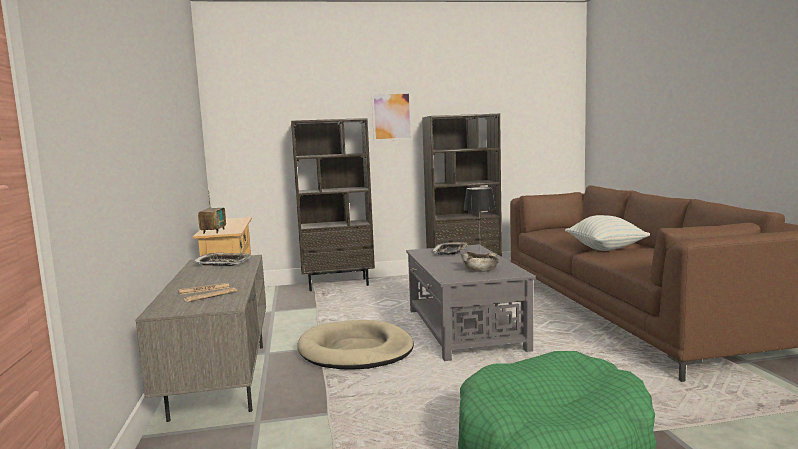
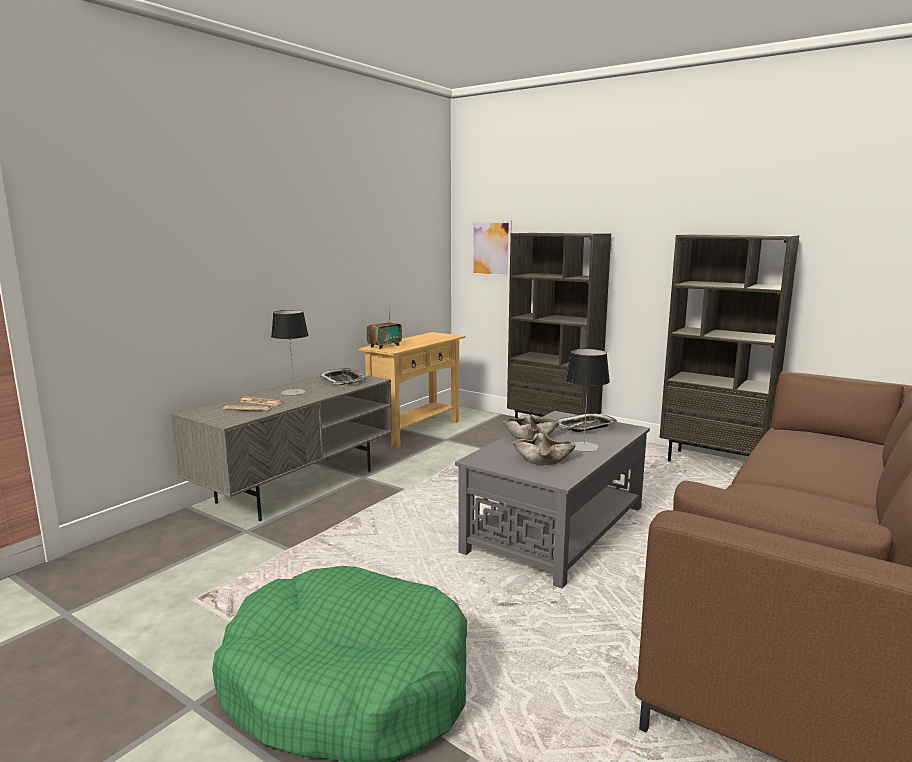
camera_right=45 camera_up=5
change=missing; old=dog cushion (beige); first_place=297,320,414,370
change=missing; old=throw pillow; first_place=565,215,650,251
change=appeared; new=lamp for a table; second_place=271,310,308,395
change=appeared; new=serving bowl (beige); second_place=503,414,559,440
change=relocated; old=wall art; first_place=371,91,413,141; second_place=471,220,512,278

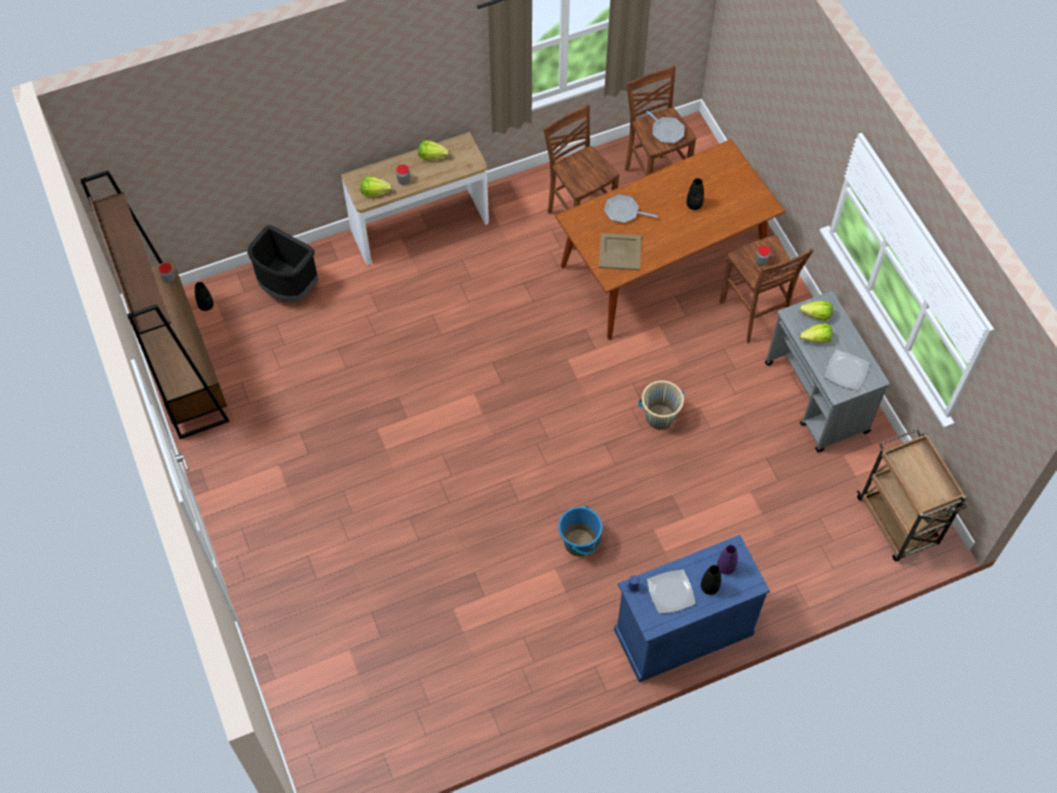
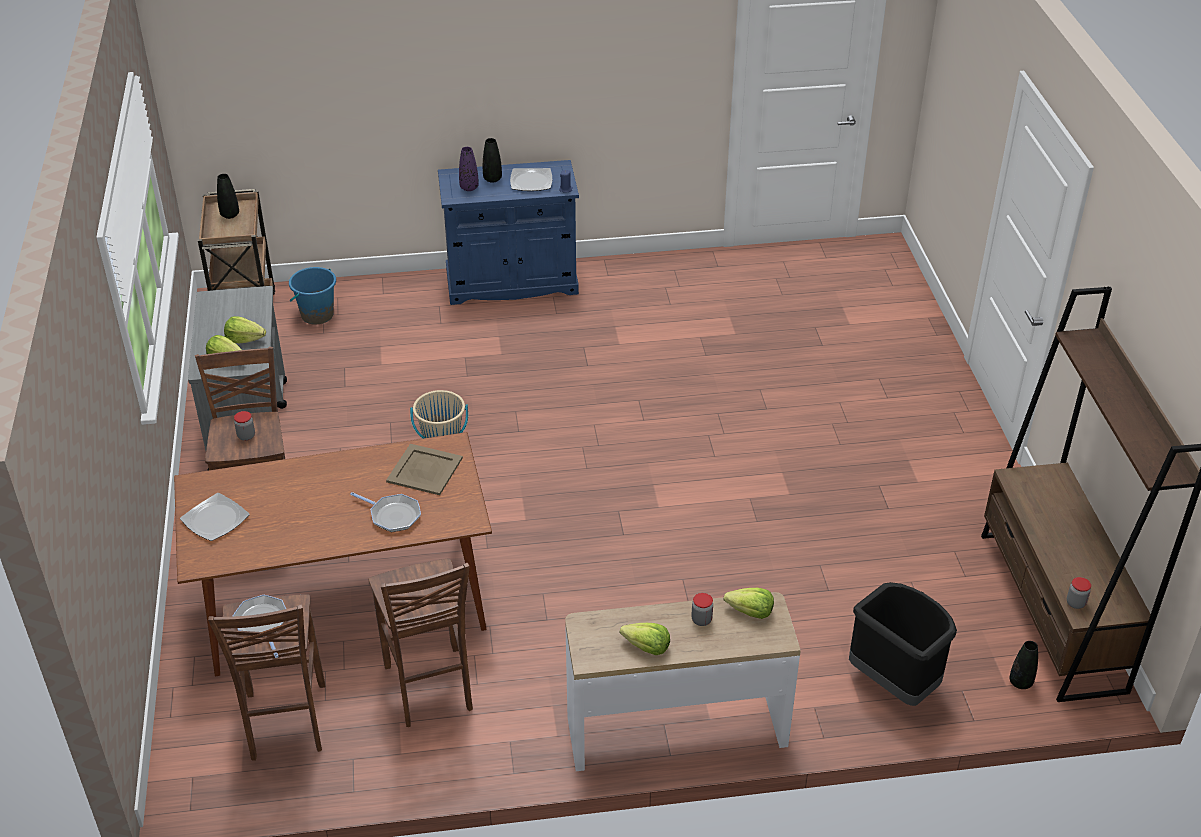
camera_right=-165 camera_up=-20
change=relocated; old=pail (bluish); first_place=558,505,603,556; second_place=289,267,336,324
change=relocated; old=decorative vase (black); first_place=686,178,704,210; second_place=217,174,239,219
change=relocated; old=dinner plate; first_place=824,350,869,390; second_place=180,493,250,541

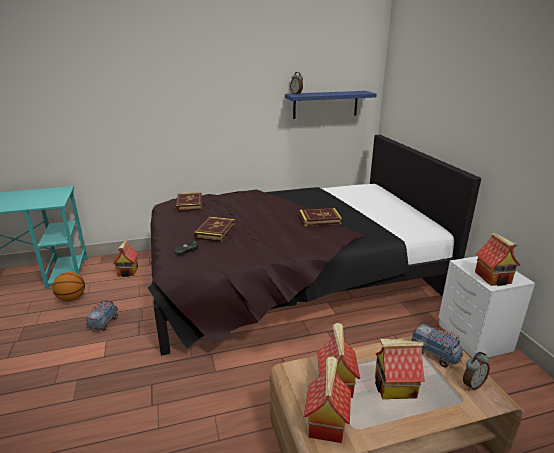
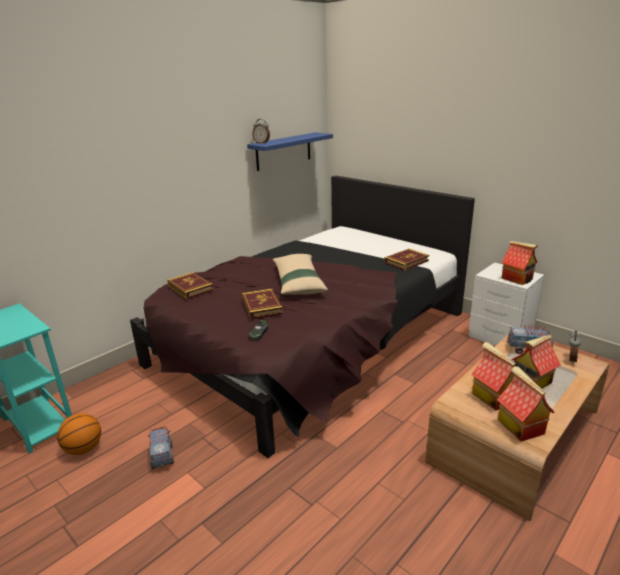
camera_right=-30 camera_up=0
change=missing; old=miniature house; first_place=113,240,139,277
change=appeared; new=throw pillow (beige); second_place=272,254,328,295
change=relocated; old=volume; first_place=299,208,342,226; second_place=384,249,429,271

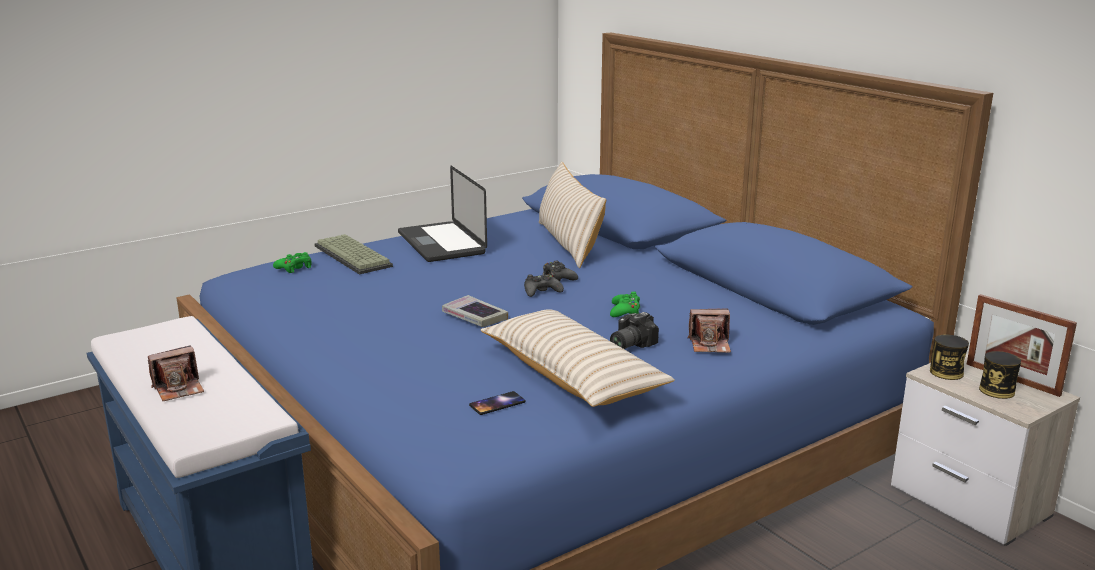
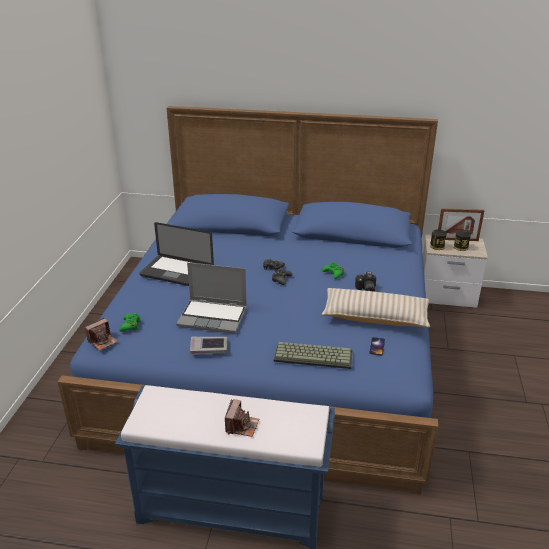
camera_right=-45 camera_up=10
change=missing; old=throw pillow (beige); first_place=539,162,606,268
change=appeared; new=portable computer; second_place=176,262,247,334
change=relocated; old=computer keyboard; first_place=314,234,393,275; second_place=274,342,353,369
change=relocated; old=volume; first_place=442,295,508,327; second_place=190,336,228,354
change=relocated; old=still camera; first_place=688,309,731,353; second_place=85,318,118,351

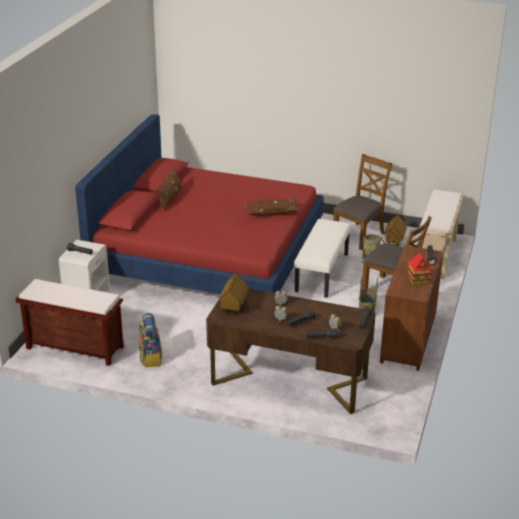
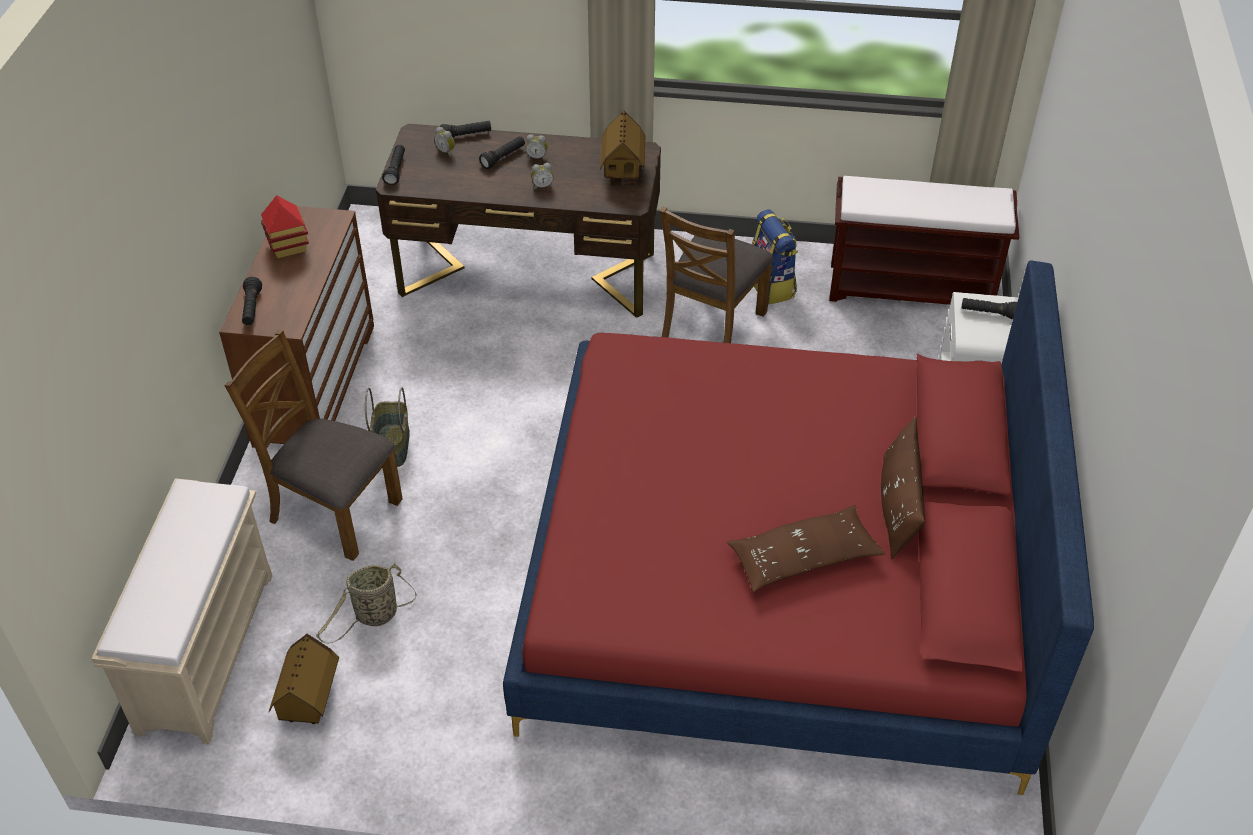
camera_right=170 camera_up=15
change=missing; old=indoor bench (whitish); first_place=294,219,351,298
change=relocated; old=throw pillow (brown-coloured); first_place=244,199,301,216; second_place=727,505,885,592
change=relocated; old=upright chair (brown-coloured); first_place=333,154,392,250; second_place=660,206,774,343

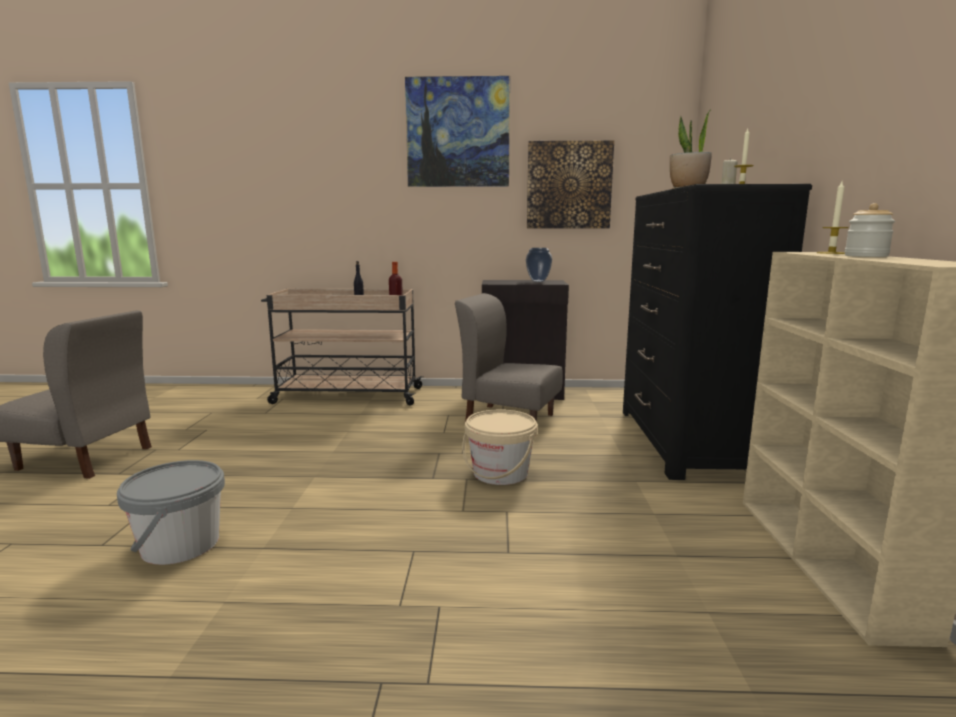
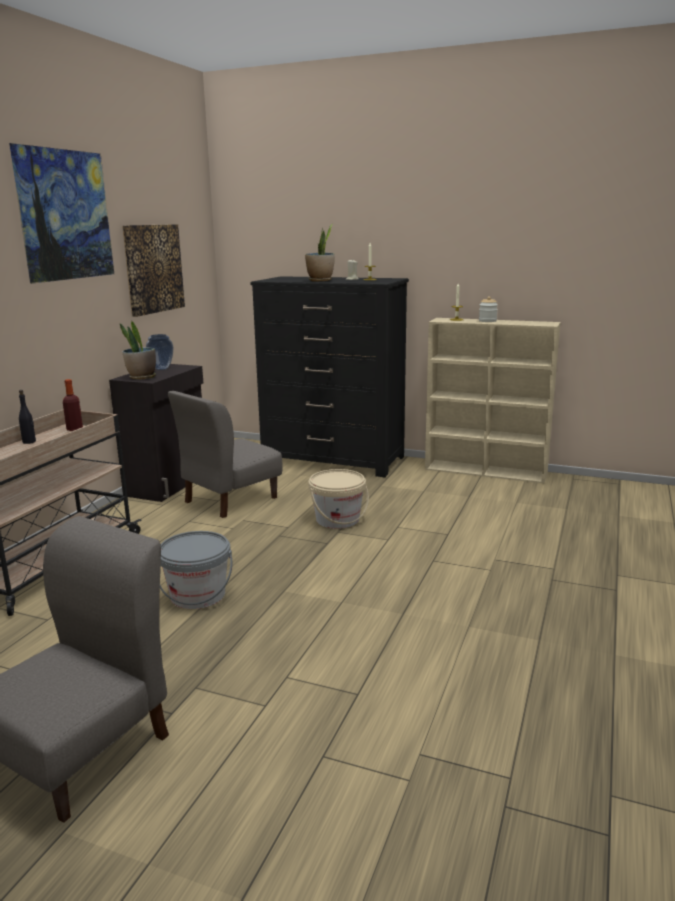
camera_right=-70 camera_up=5
change=appeared; new=potted plant; second_place=120,321,156,379
change=relocated; old=pail (grey); first_place=117,460,225,565; second_place=160,531,232,609

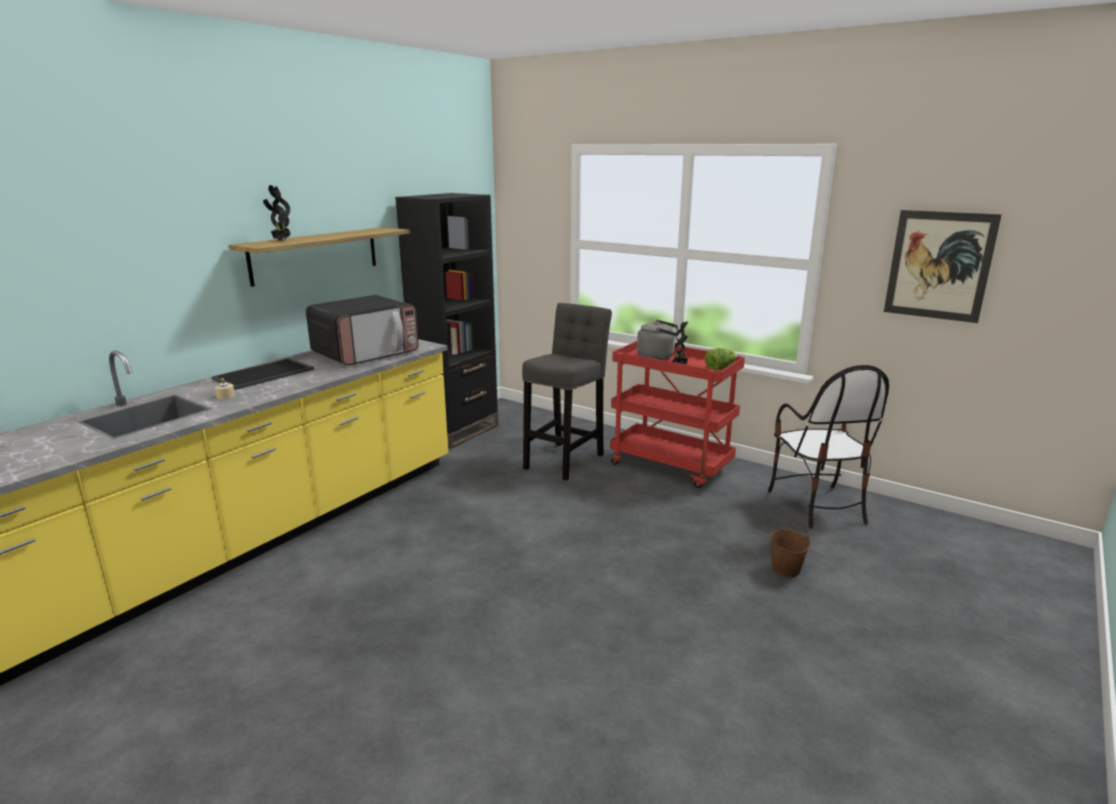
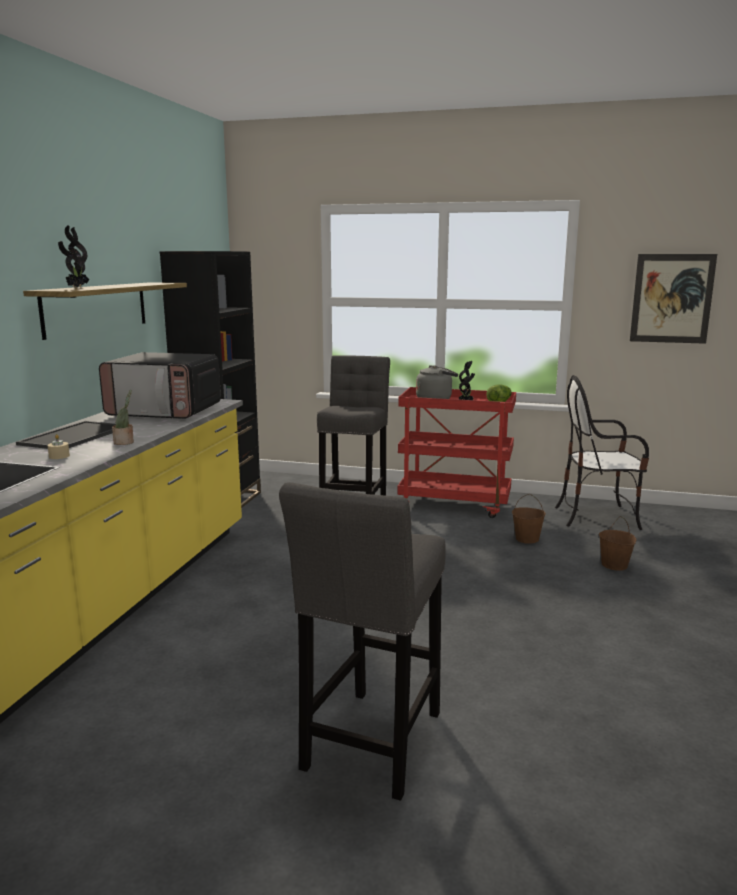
camera_right=-20 camera_up=-5
change=appeared; new=potted plant; second_place=112,390,134,445
change=appeared; new=stool (grey); second_place=279,482,446,801
change=appeared; new=pail (brown-coloured); second_place=512,494,546,544
change=spun; old=kitchen microwave; first_place=306,295,419,366; second_place=99,352,221,419; degrees=75
change=spun; old=upright chair; first_place=768,365,889,529; second_place=555,375,649,530; degrees=120

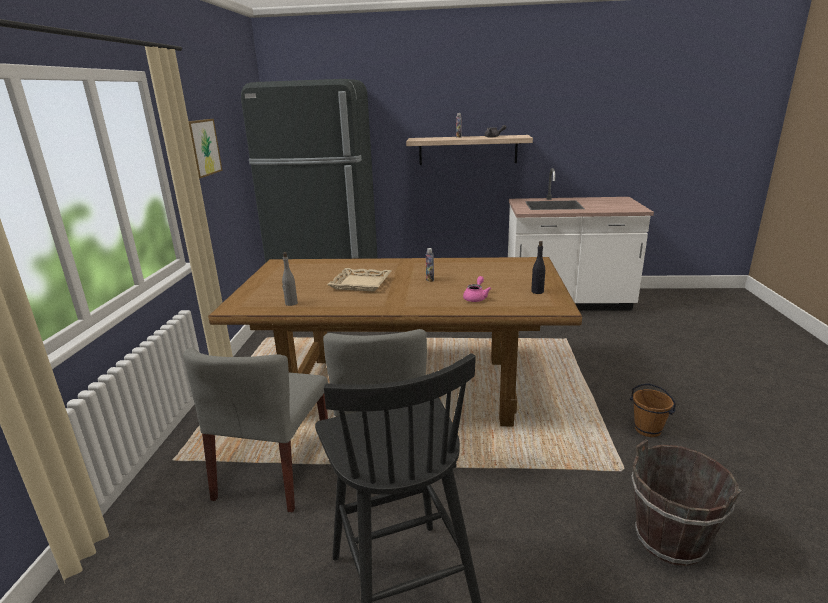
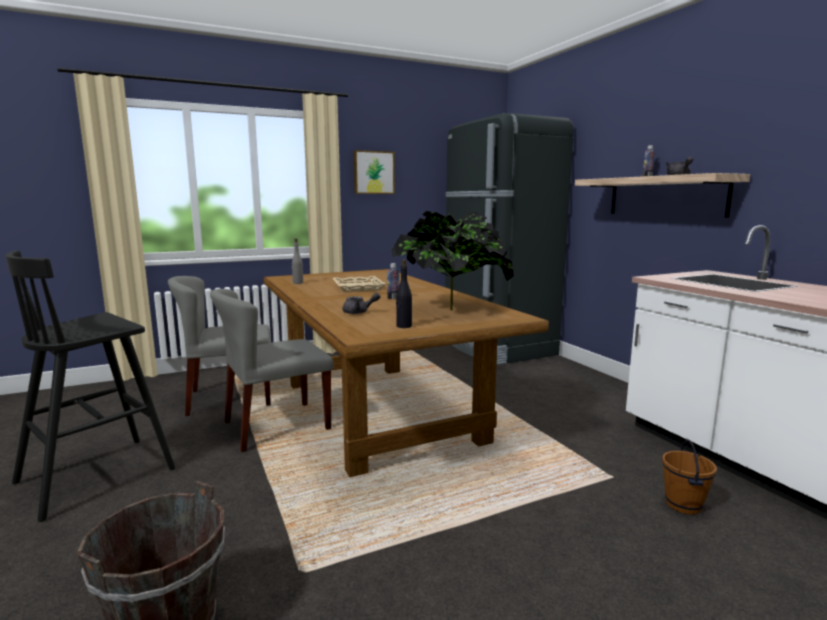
camera_right=60 camera_up=-10
change=appeared; new=potted plant; second_place=391,211,514,310
change=relocated; old=pail (brown-coloured); first_place=630,384,676,437; second_place=662,439,717,515
change=colour; old=teapot (pink-coloured); new=teapot (grey); first_place=463,276,491,302; second_place=342,293,380,314

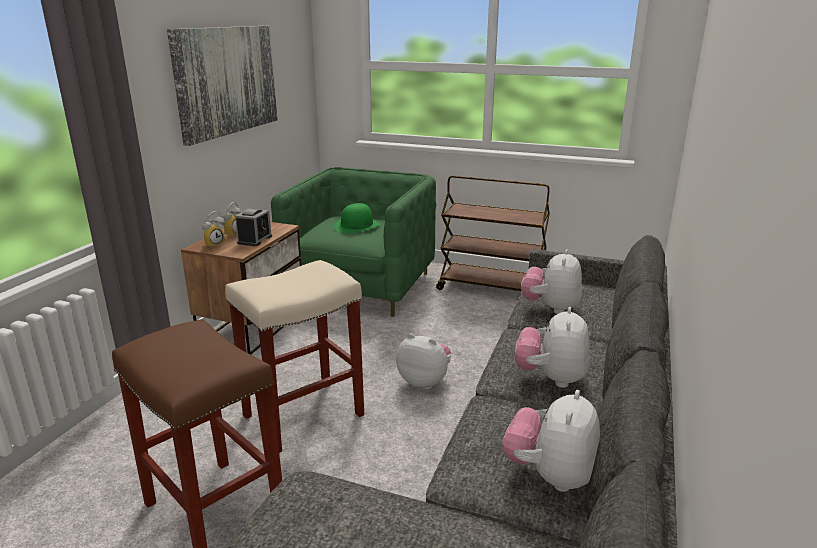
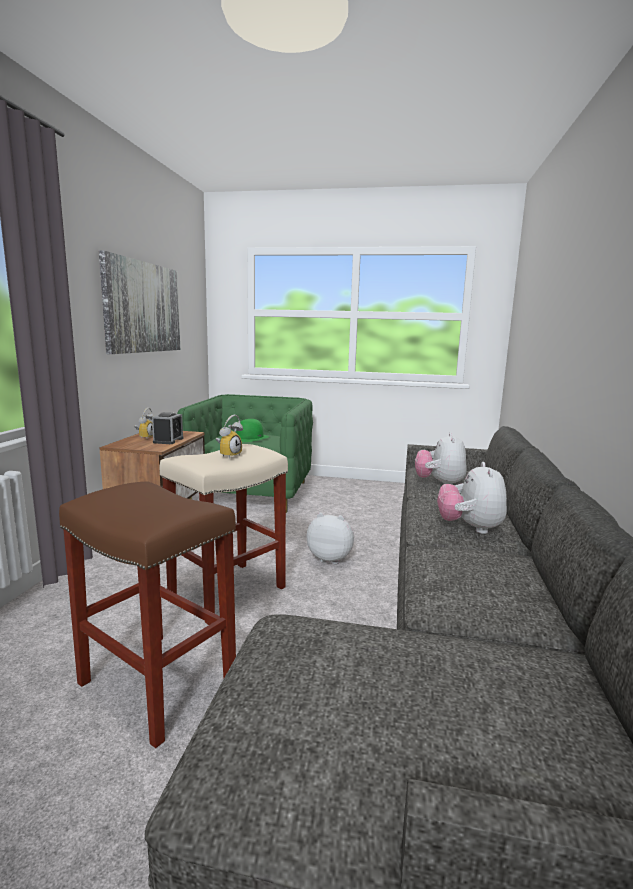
camera_right=-10 camera_up=-10
change=missing; old=wheeled cart (brown-coloured); first_place=436,175,550,291
change=missing; old=plush toy; first_place=502,390,600,492
change=relocated; old=table clock; first_place=202,211,225,248; second_place=215,415,243,459

